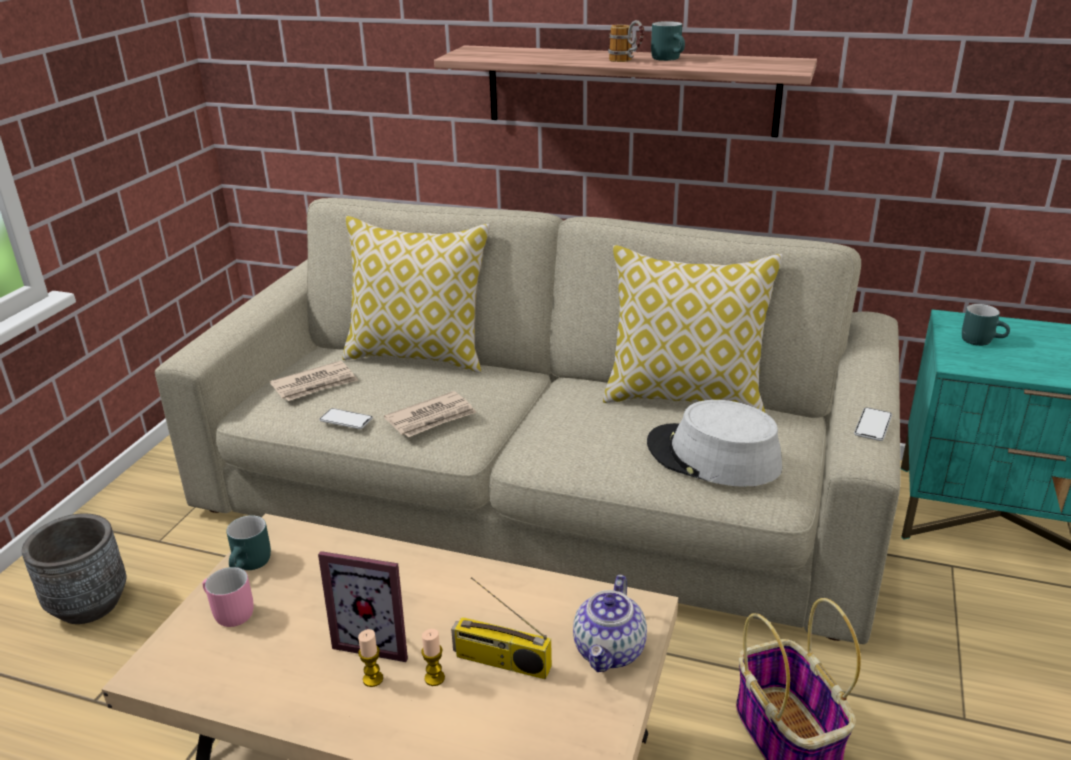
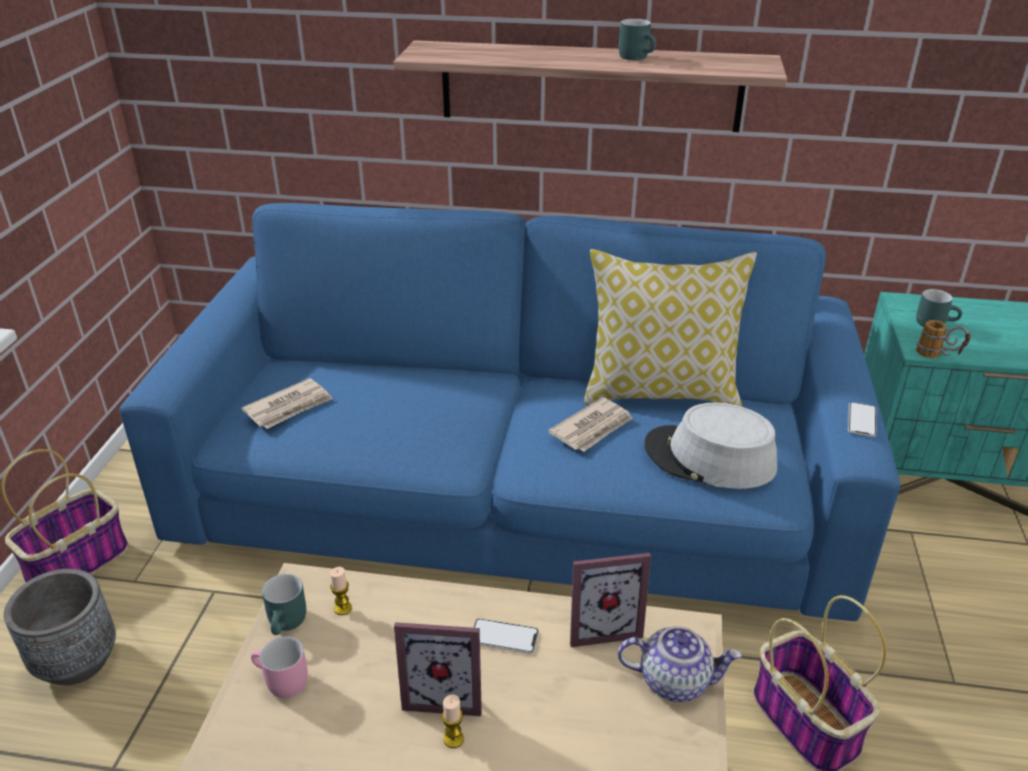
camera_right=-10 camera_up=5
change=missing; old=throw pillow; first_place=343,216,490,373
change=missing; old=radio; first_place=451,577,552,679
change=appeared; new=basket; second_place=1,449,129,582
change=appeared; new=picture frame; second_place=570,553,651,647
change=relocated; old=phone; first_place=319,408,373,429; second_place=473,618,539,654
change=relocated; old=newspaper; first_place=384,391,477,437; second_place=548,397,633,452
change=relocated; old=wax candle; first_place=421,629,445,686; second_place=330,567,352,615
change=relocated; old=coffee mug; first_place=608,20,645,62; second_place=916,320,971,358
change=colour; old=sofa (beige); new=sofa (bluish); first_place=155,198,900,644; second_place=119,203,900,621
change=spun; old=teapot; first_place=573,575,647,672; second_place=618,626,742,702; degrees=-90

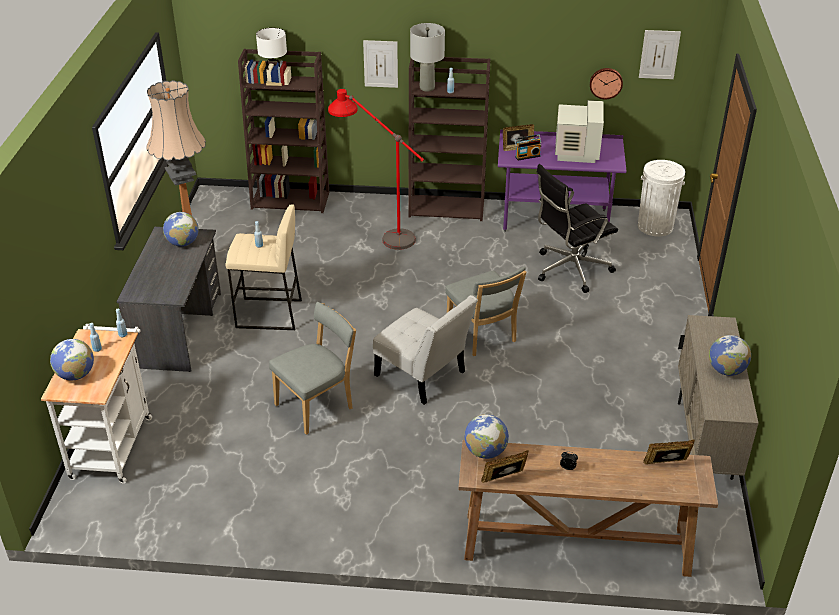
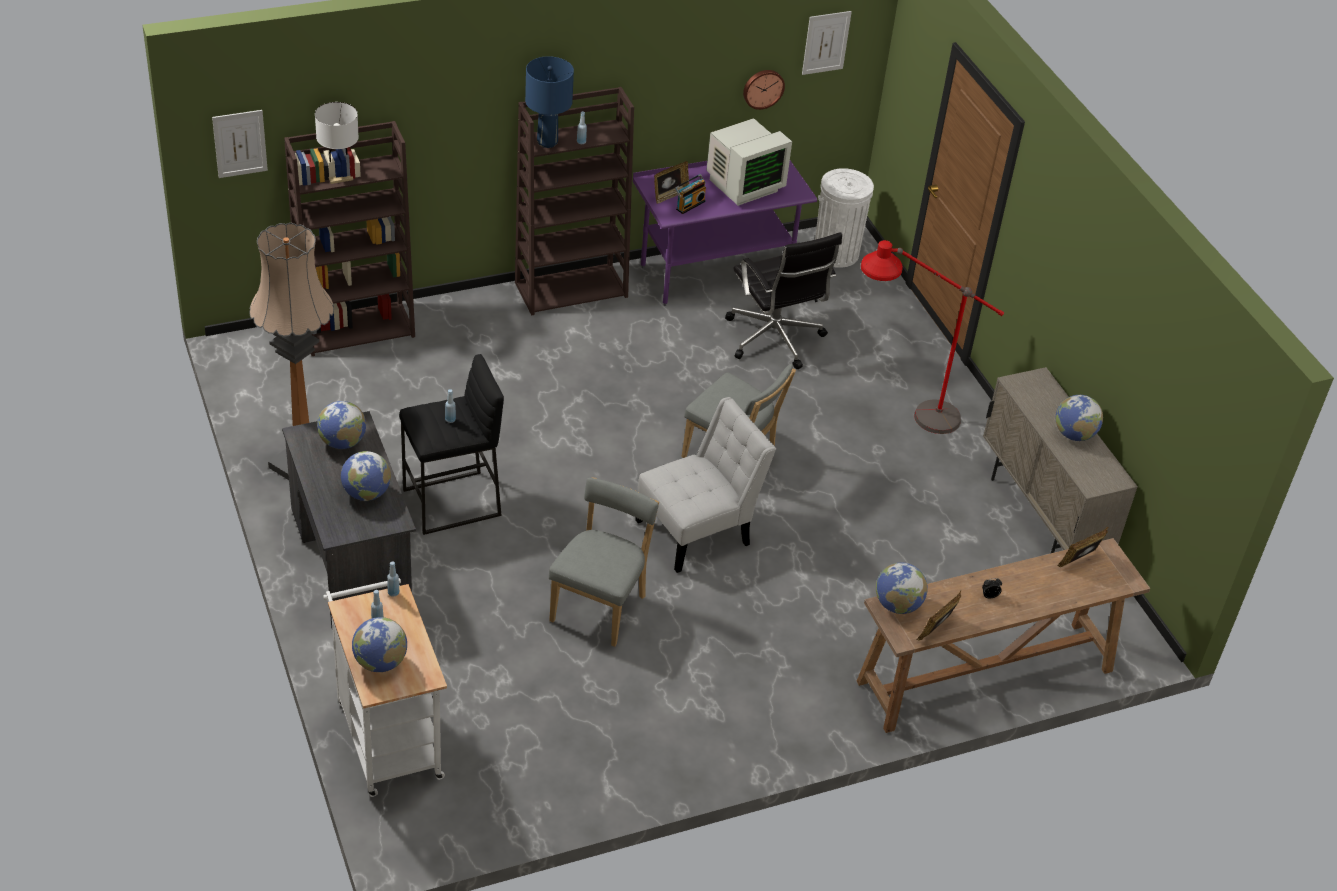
camera_right=-30 camera_up=5
change=appeared; new=desk globe; second_place=341,451,391,501
change=relocated; old=floor lamp (reddish); first_place=328,89,424,250; second_place=861,240,1004,434
change=relocated; old=wall art; first_place=363,40,398,88; second_place=212,110,268,178
change=colour; old=stool (beige); new=stool (black); first_place=225,204,302,330; second_place=399,354,504,535
change=colour; old=lamp for a table (grey); new=lamp for a table (bluish); first_place=410,23,445,92; second_place=525,56,574,148
change=spun; old=upright chair (whitish); first_place=373,295,478,405; second_place=635,397,776,573; degrees=-45
change=spun; old=office chair (black); first_place=537,164,618,293; second_place=725,232,842,369; degrees=-60
change=spun; old=monitor; first_place=555,100,604,163; second_place=706,118,792,206; degrees=75

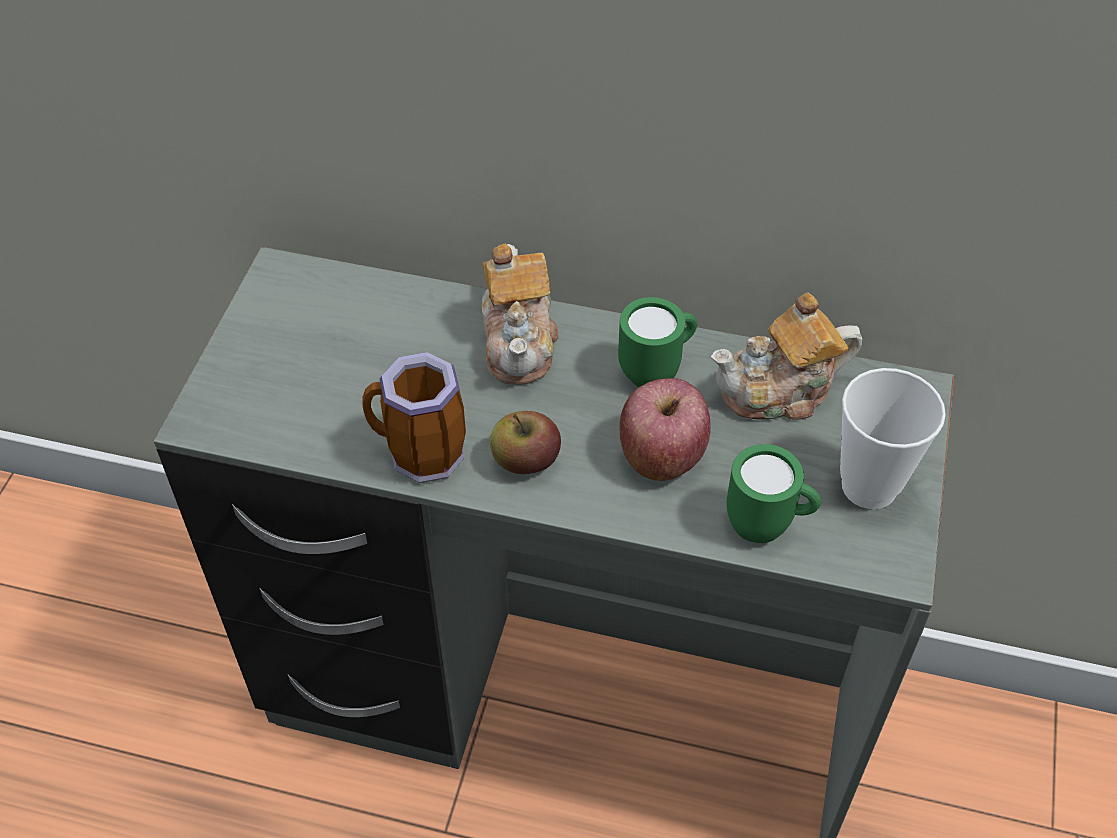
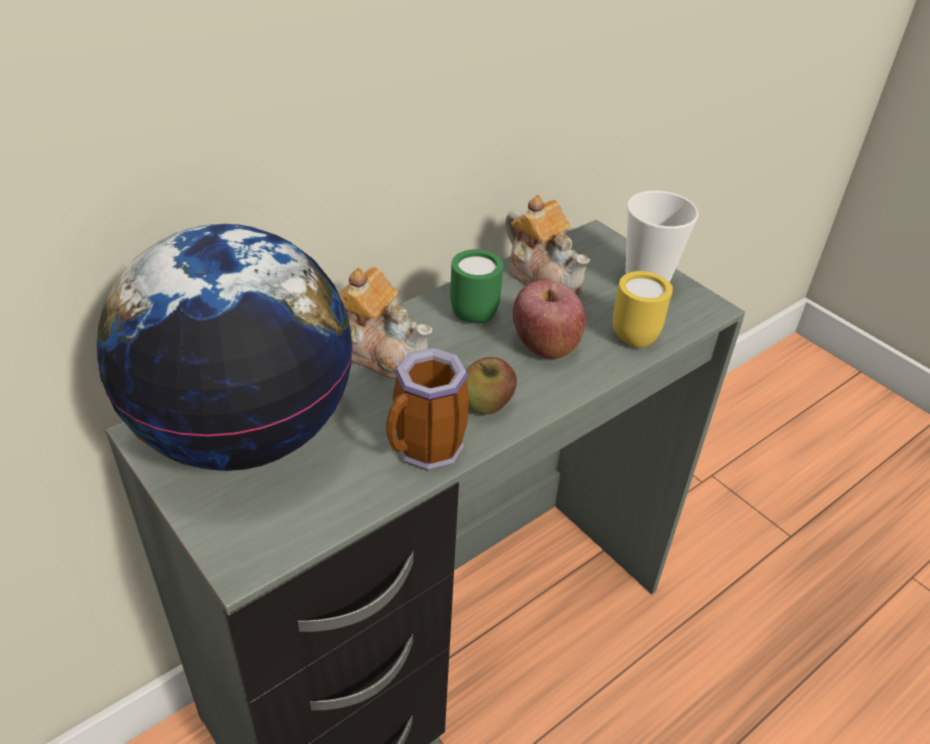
camera_right=-55 camera_up=-10
change=appeared; new=desk globe; second_place=97,224,353,471
change=colour; old=coffee mug (green-coloured); new=coffee mug (yellowish); first_place=727,444,821,543; second_place=613,271,673,348
change=spun; old=teapot; first_place=711,293,862,420; second_place=505,195,590,295; degrees=-60

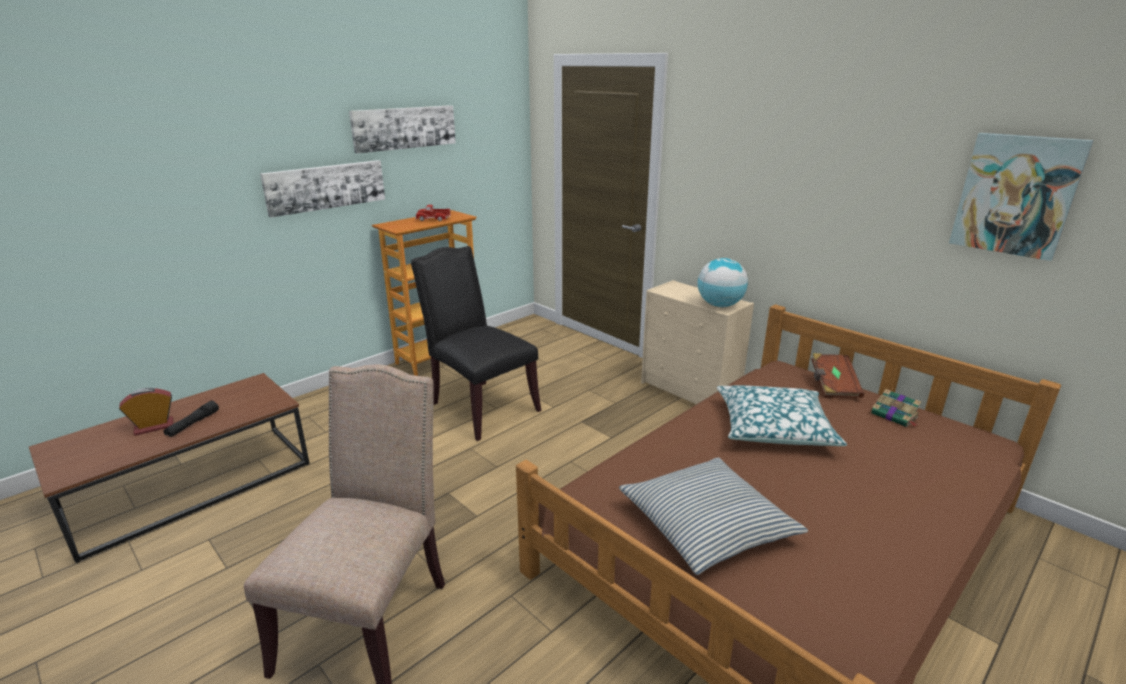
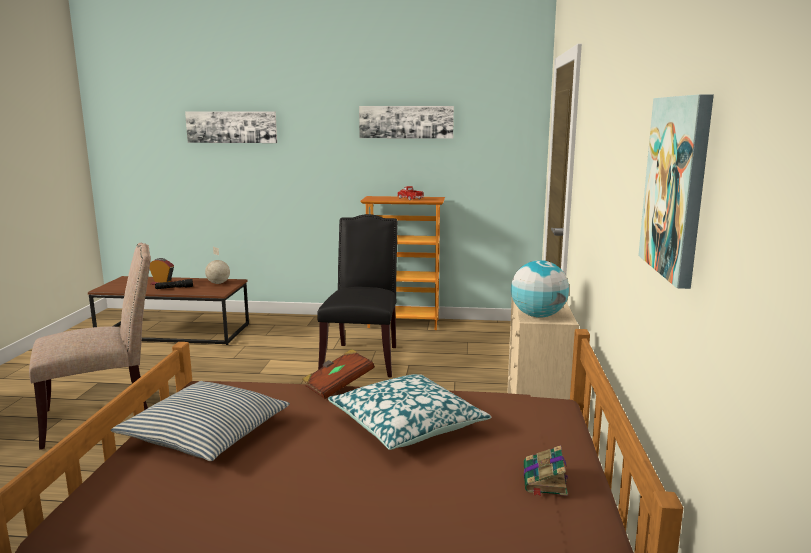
camera_right=50 camera_up=-10
change=appeared; new=desk globe; second_place=205,247,230,284
change=relocated; old=wall art; first_place=260,160,385,218; second_place=185,112,277,143
change=relocated; old=volume (brown-coloured); first_place=811,353,864,398; second_place=302,349,375,399

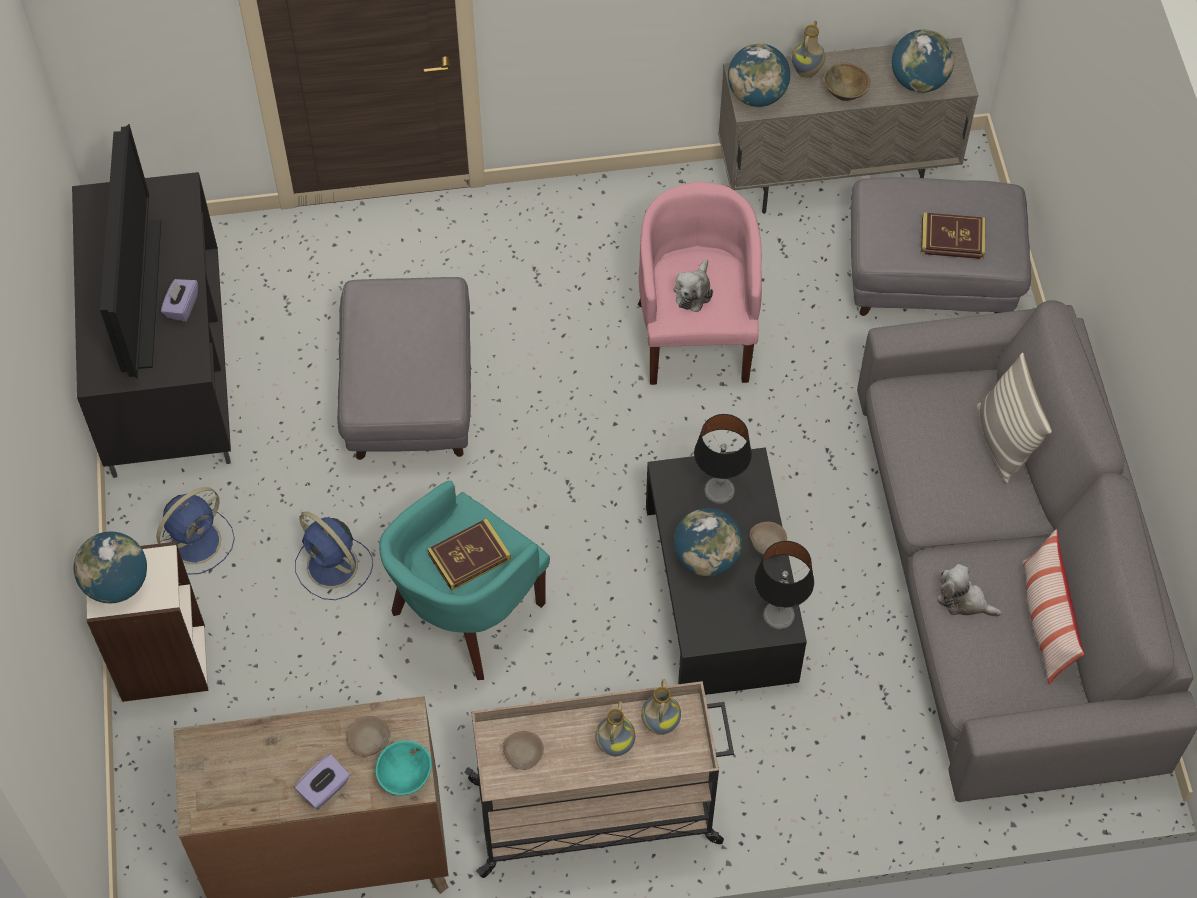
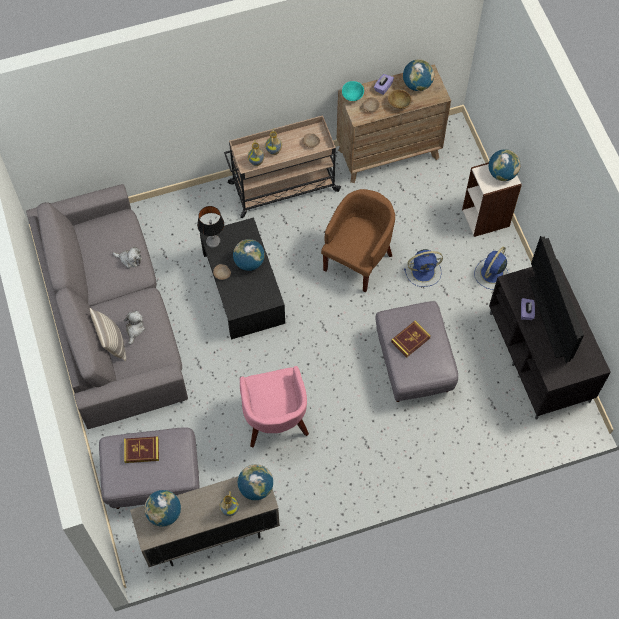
camera_right=170 camera_up=5
change=missing; old=lamp for a table; first_place=694,414,752,504
change=missing; old=throw pillow; first_place=1022,529,1084,685
change=appeared; new=desk globe; second_place=403,59,434,91
change=relocated; old=volume; first_place=427,518,511,591; second_place=391,320,431,357
change=relocated; old=plush toy; first_place=673,259,713,312; second_place=124,311,145,345
change=relocated; old=serving bowl (brown-coloured); first_place=823,63,870,101; second_place=388,89,412,109
change=colour; old=easy chair (turquoise); new=easy chair (brown-coloured); first_place=379,481,550,680; second_place=321,189,395,292
change=spun; old=fan (bluish); first_place=295,511,373,600; second_place=404,249,443,287; degrees=135

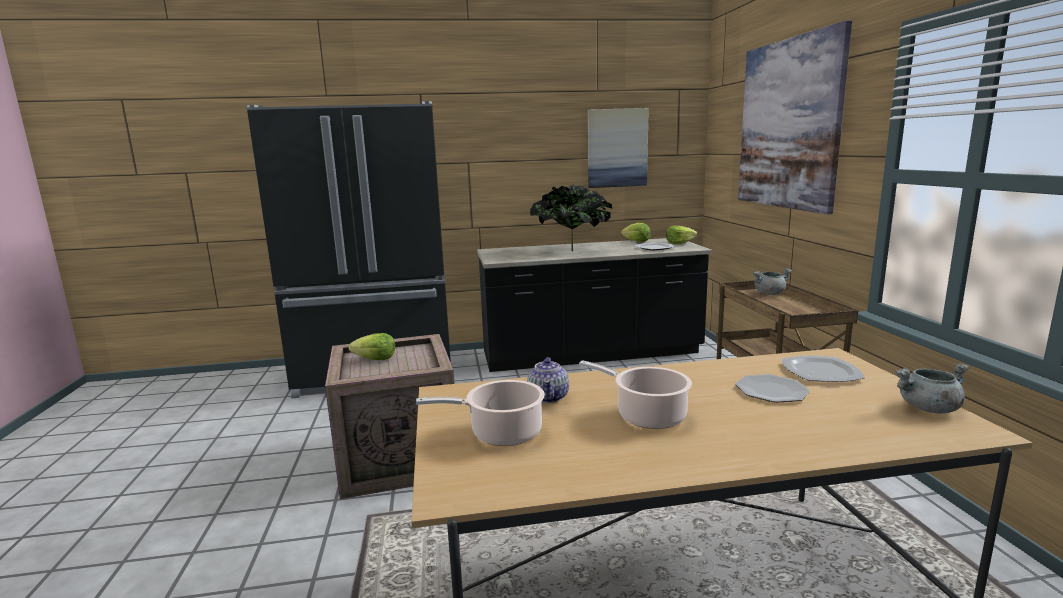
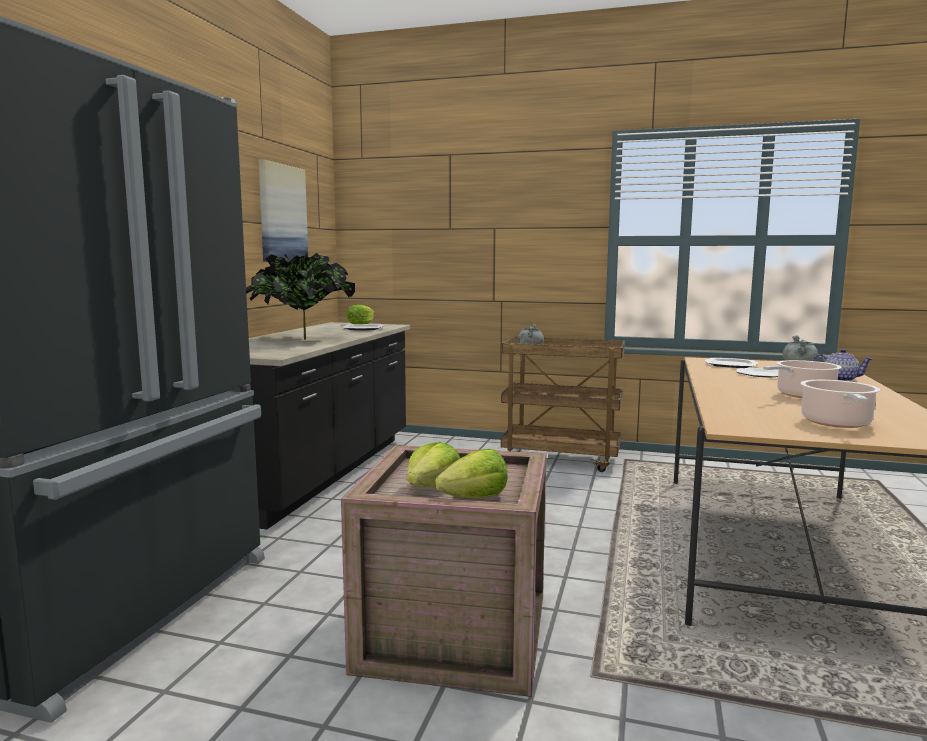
camera_right=-65 camera_up=-5
change=missing; old=wall art; first_place=738,20,852,214
change=relocated; old=teapot; first_place=527,357,569,403; second_place=813,349,873,381
change=relocated; old=lettuce; first_place=621,223,651,242; second_place=435,449,508,498

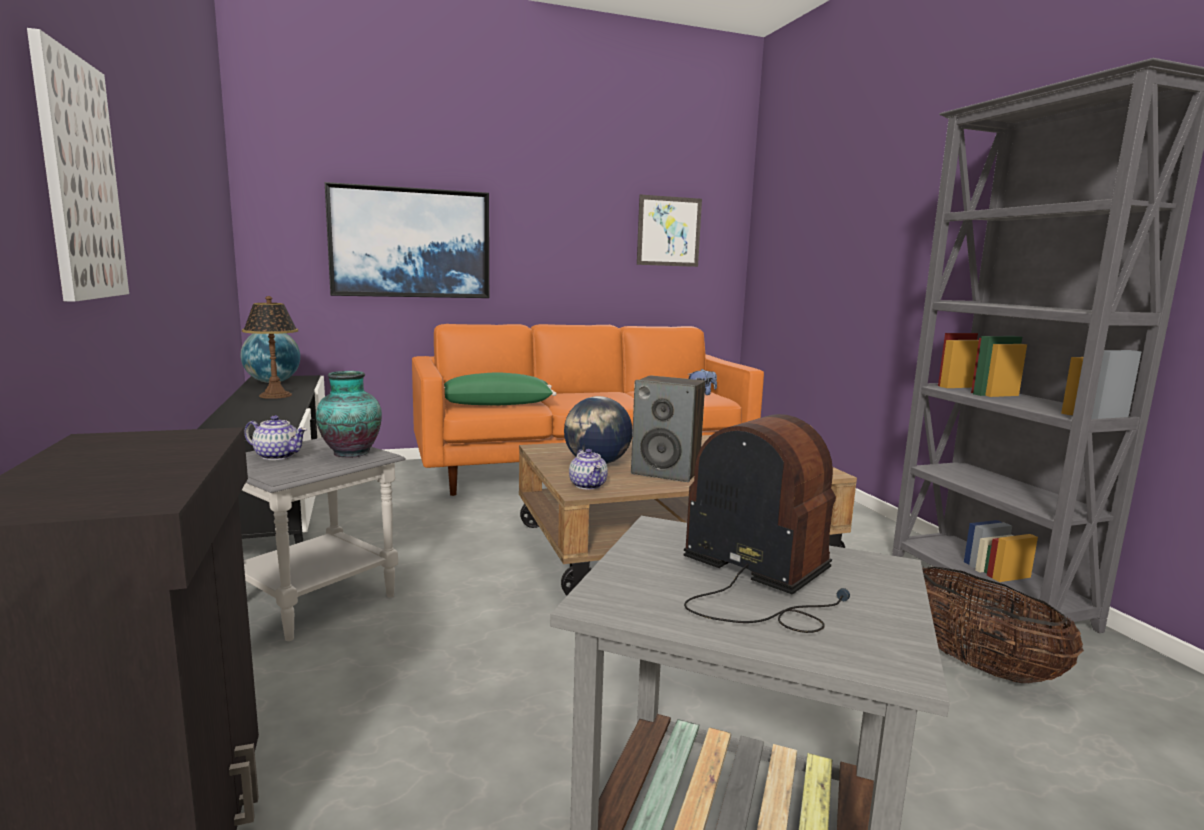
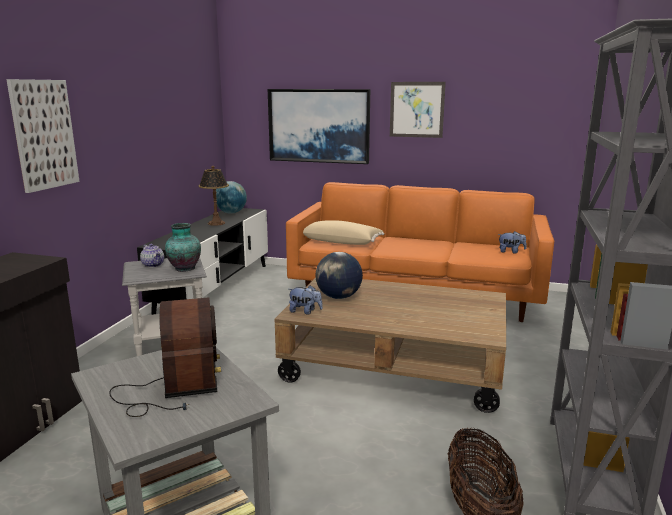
camera_right=35 camera_up=5
change=missing; old=loudspeaker; first_place=631,376,705,482
change=relocated; old=wall art; first_place=637,195,702,267; second_place=390,82,446,138
change=exchanged; old=teapot; new=plush toy; first_place=569,449,608,490; second_place=289,285,323,315
change=colour; old=throw pillow (green-coloured); new=throw pillow (beige); first_place=444,373,556,405; second_place=303,221,384,245

